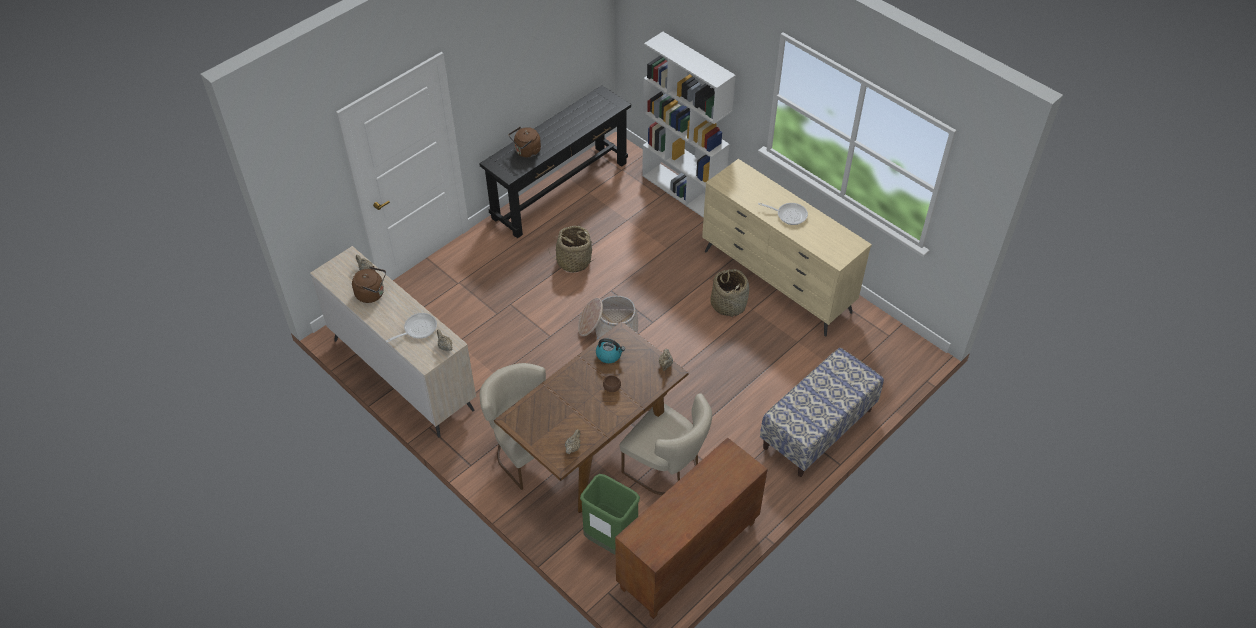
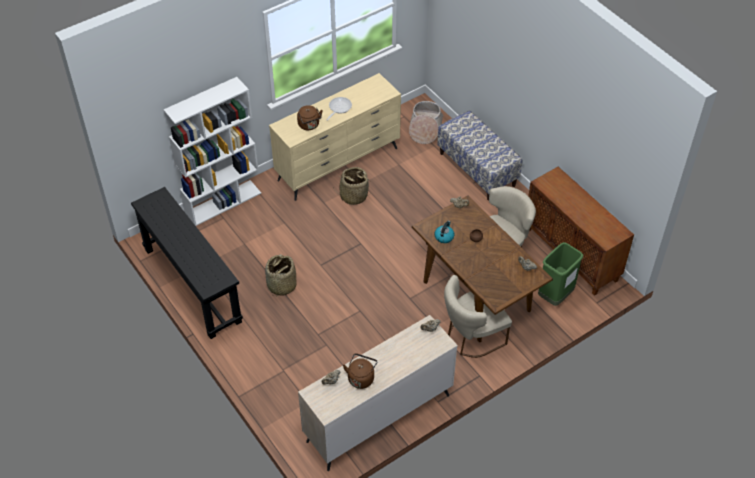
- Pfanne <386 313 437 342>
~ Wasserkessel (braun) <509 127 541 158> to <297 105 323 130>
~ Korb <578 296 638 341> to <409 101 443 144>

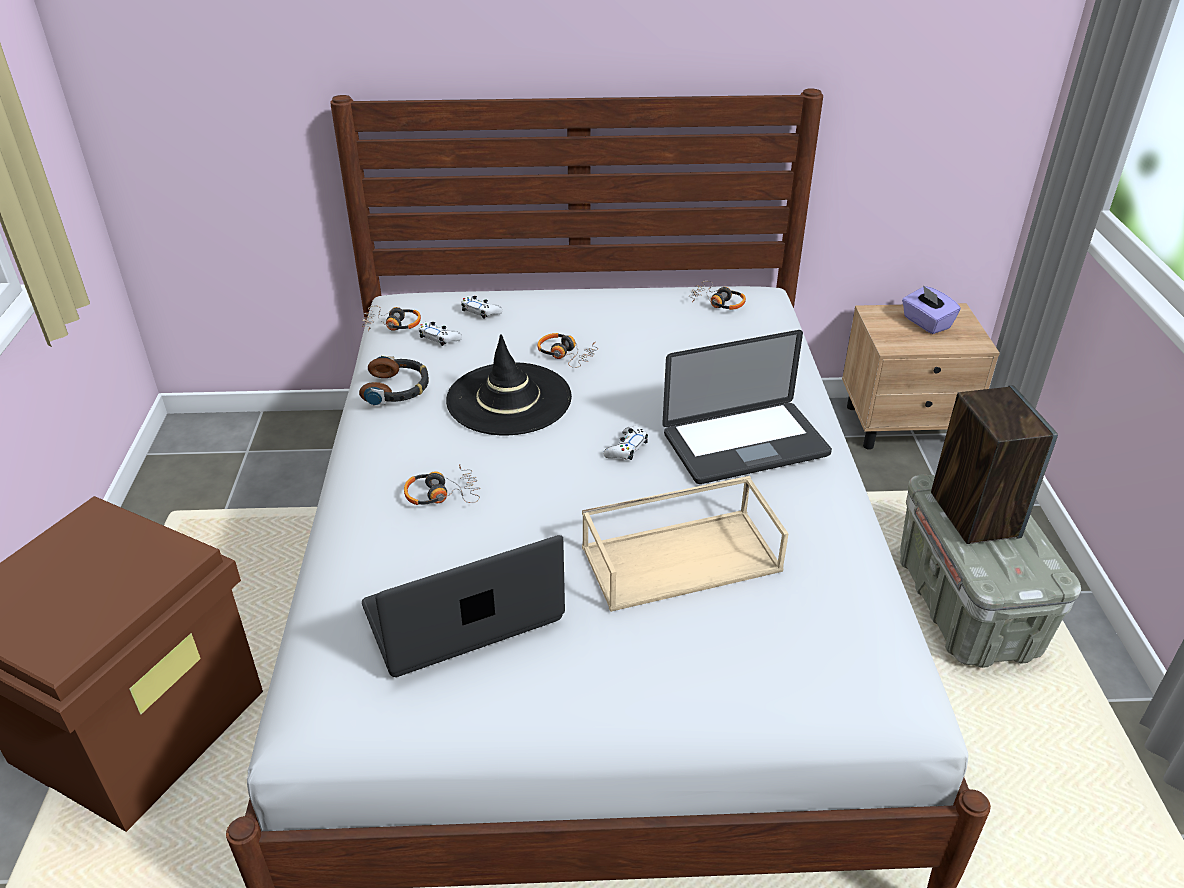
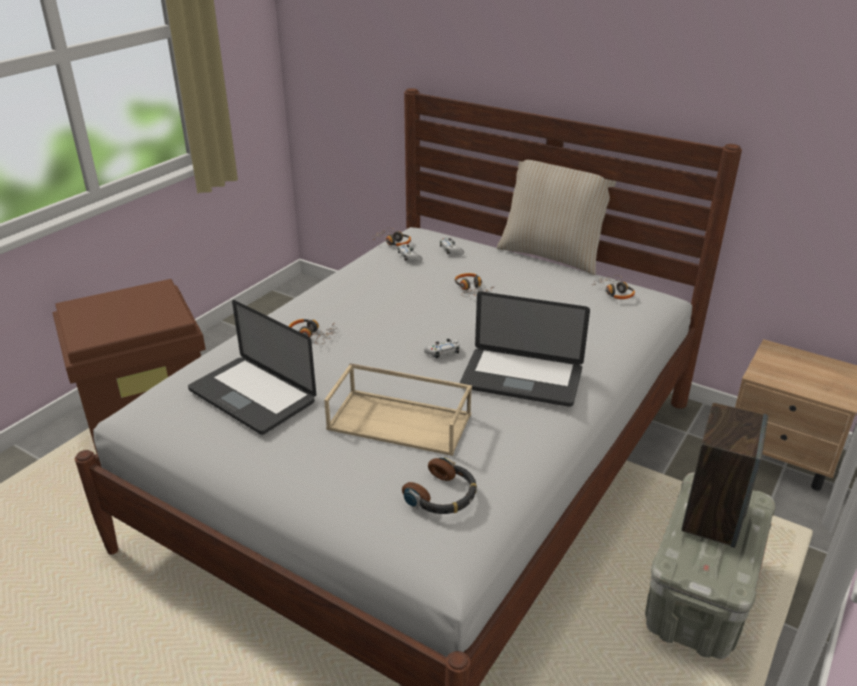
- Hut (schwarz) <446 334 572 436>
- Taschentuchbox (lila) <902 285 961 334>
+ Kissen (beige) <497 160 616 275>
~ Kopfhörer <359 355 429 406> to <402 457 477 514>
~ Laptop <362 535 565 677> = <188 300 316 435> 150 degrees counterclockwise

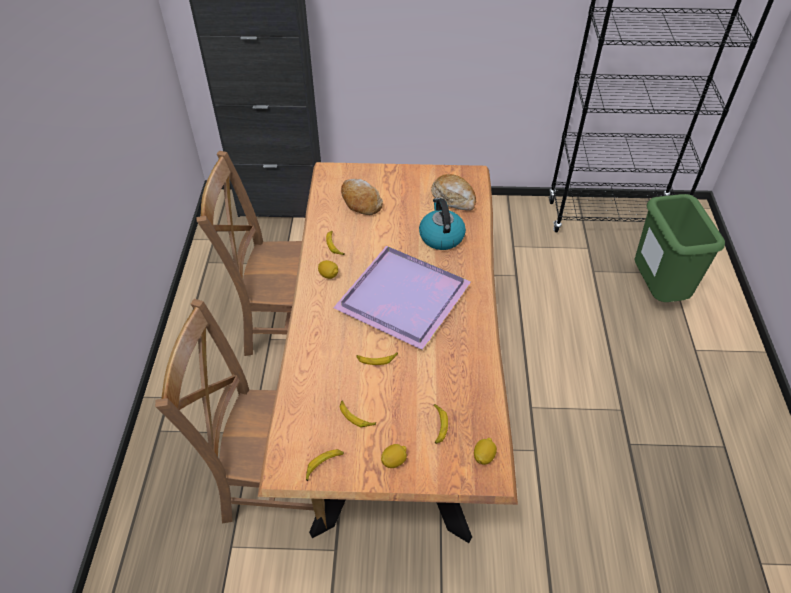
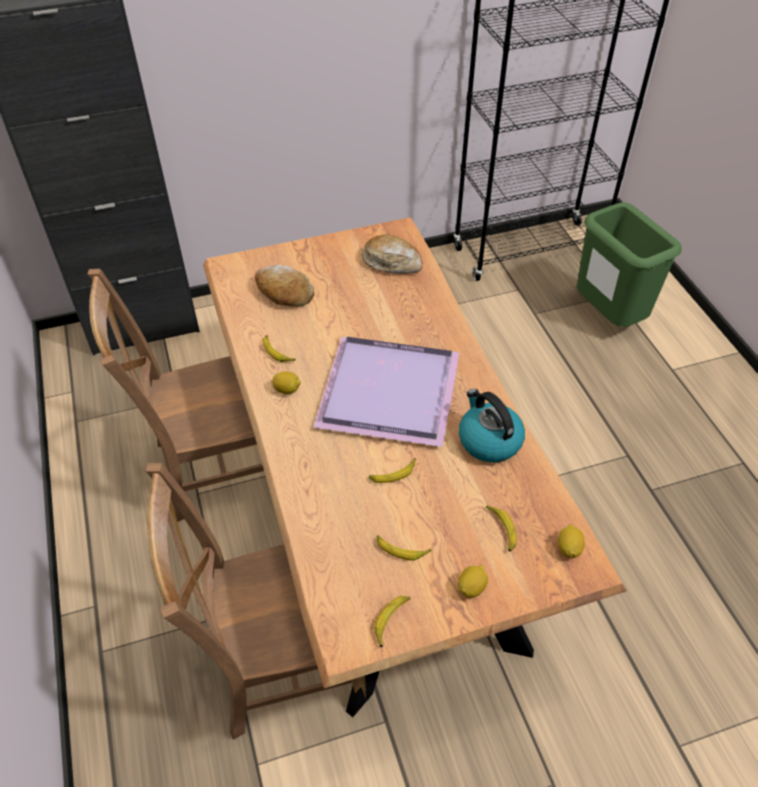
~ Wasserkessel <419 198 466 250> to <459 389 525 463>

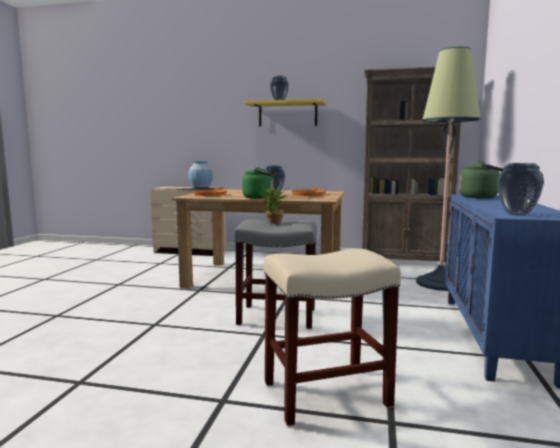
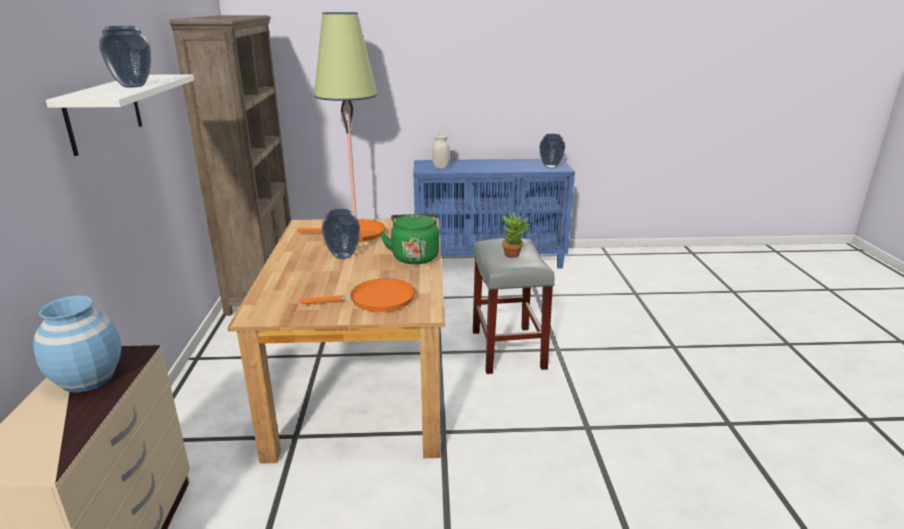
- Hocker (beige) <264 249 401 427>
~ Wasserkessel (grün) <459 161 504 198> to Vorratsglas (weiß) <432 134 450 169>
~ Wandregal (gelb) <244 99 326 126> to Wandregal (weiß) <46 74 194 156>

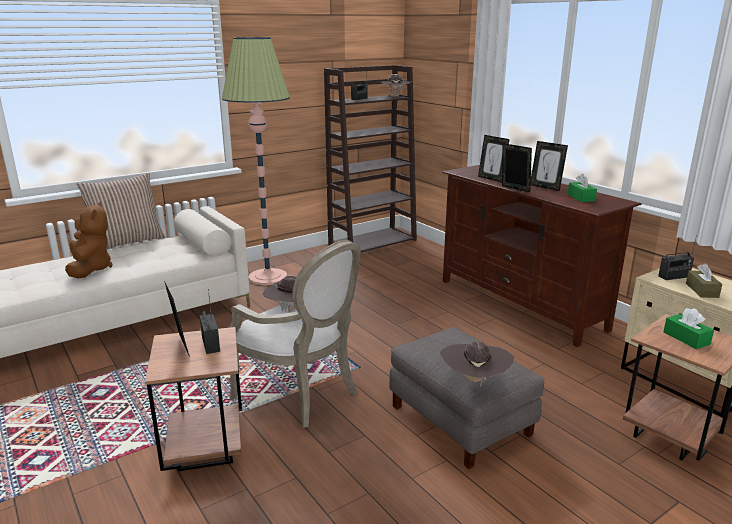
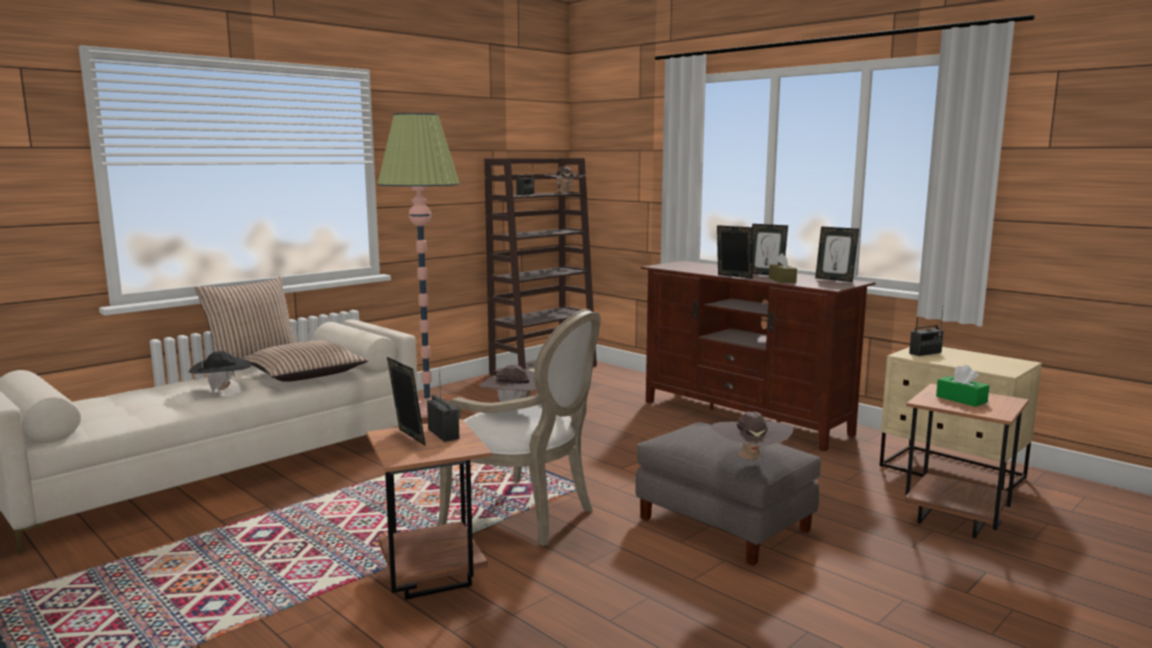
- Taschentuchbox (grün) <568 174 597 202>
+ Kissen <242 340 368 382>
~ Bilderrahmen <478 135 510 182> to <815 226 859 282>
~ Taschentuchbox (braun) <686 263 722 298> to <769 253 797 283>
~ Plüschtier (braun) <65 202 112 278> to Hut (schwarz) <189 351 251 393>

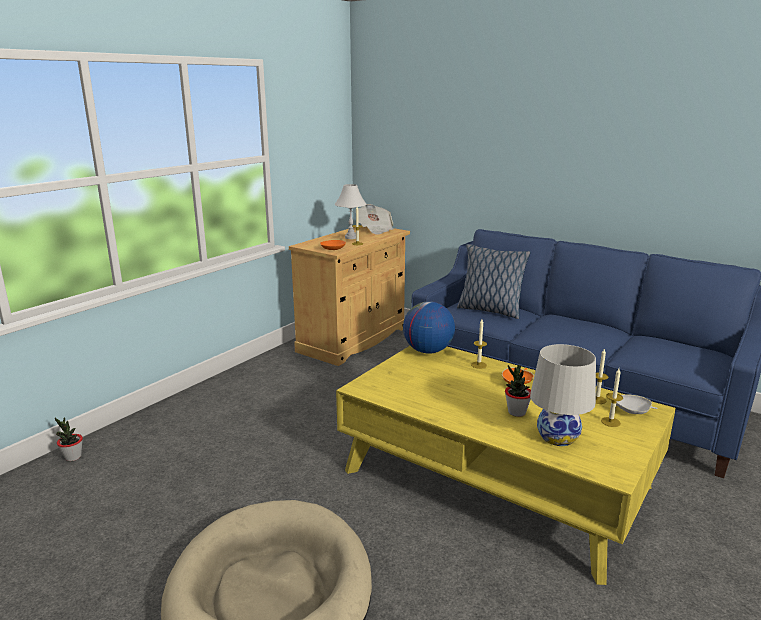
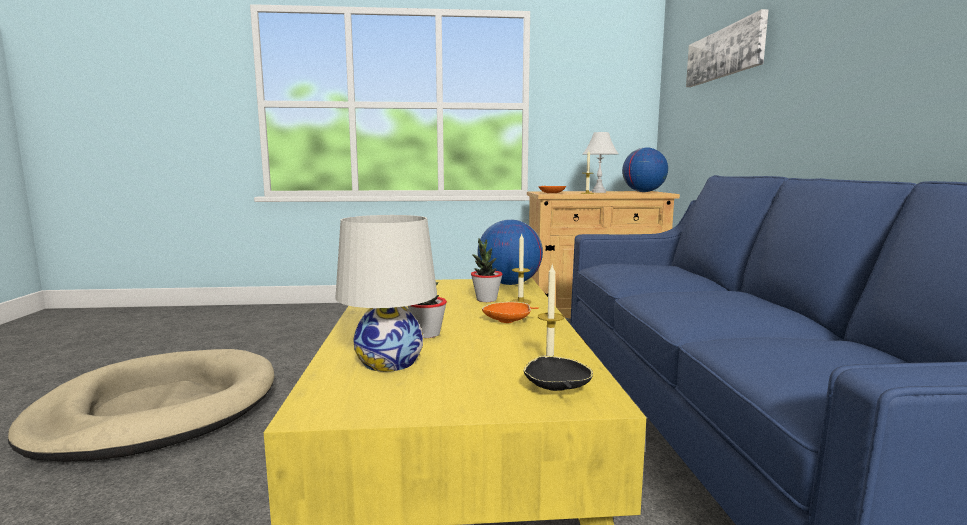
- Kissen <457 244 531 319>
- Kerze <601 368 623 427>
+ Bild <686 9 768 87>
~ Topfpflanze <55 418 83 461> to <471 239 503 302>
~ Zeitung <358 204 394 235> to Globus <622 147 668 192>
~ Schüssel (weiß) <616 394 658 414> to Schüssel (schwarz) <524 356 593 391>

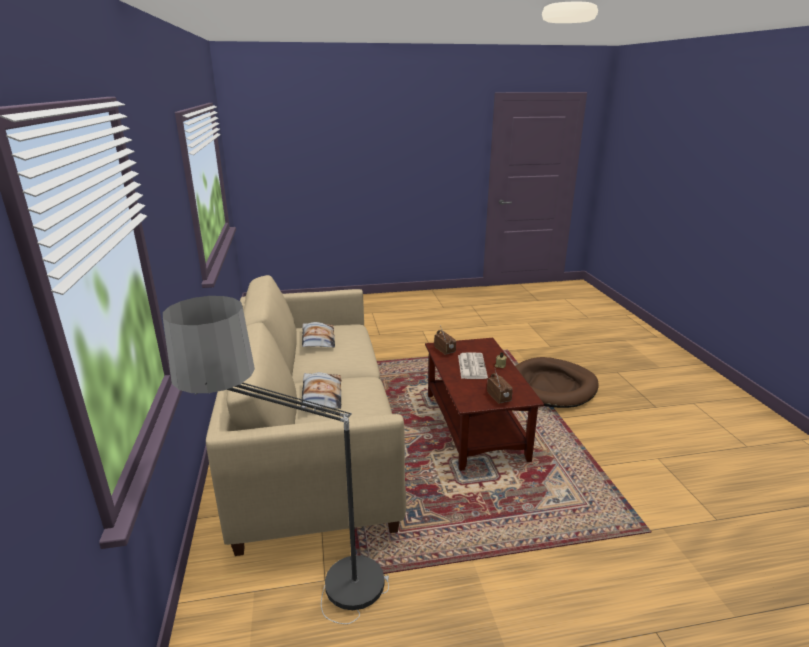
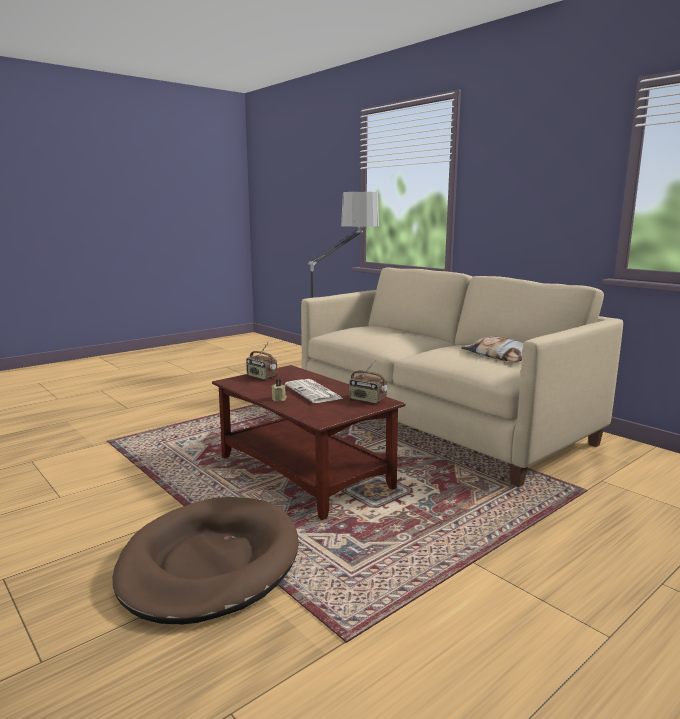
- Kissen <301 372 341 409>

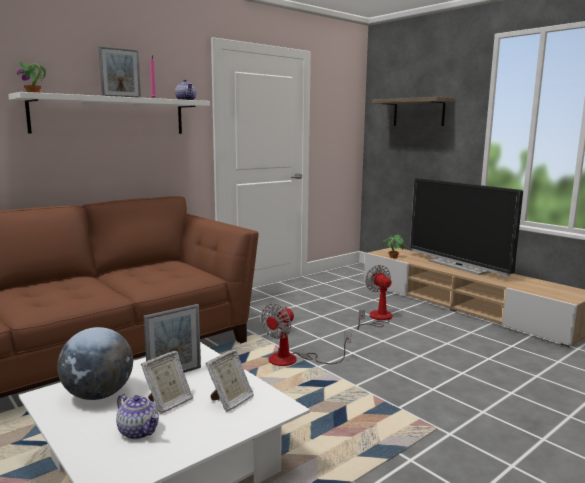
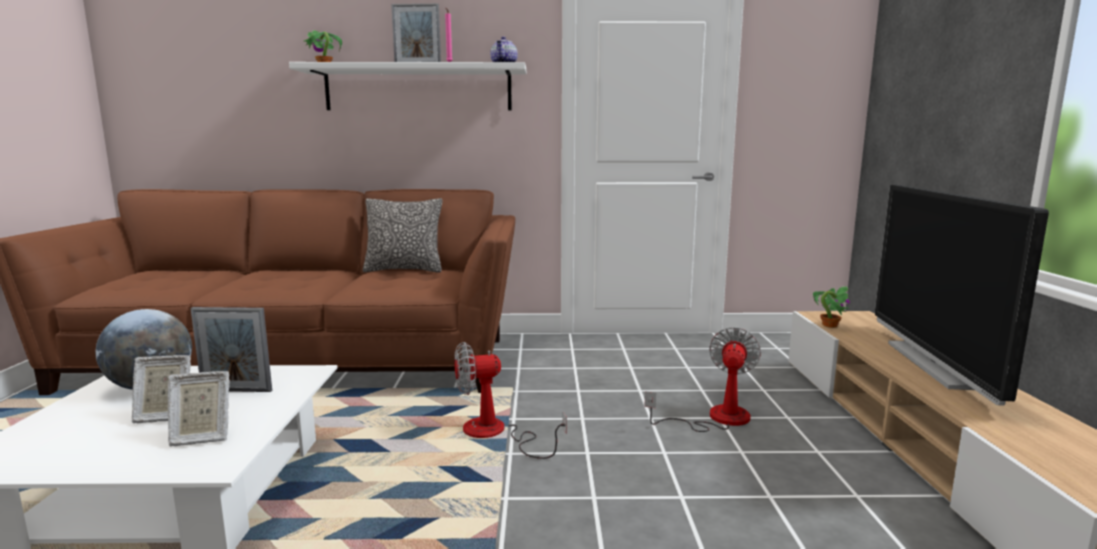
- Teekanne <116 394 159 439>
- Wandregal <372 97 455 126>
+ Kissen <363 198 443 273>

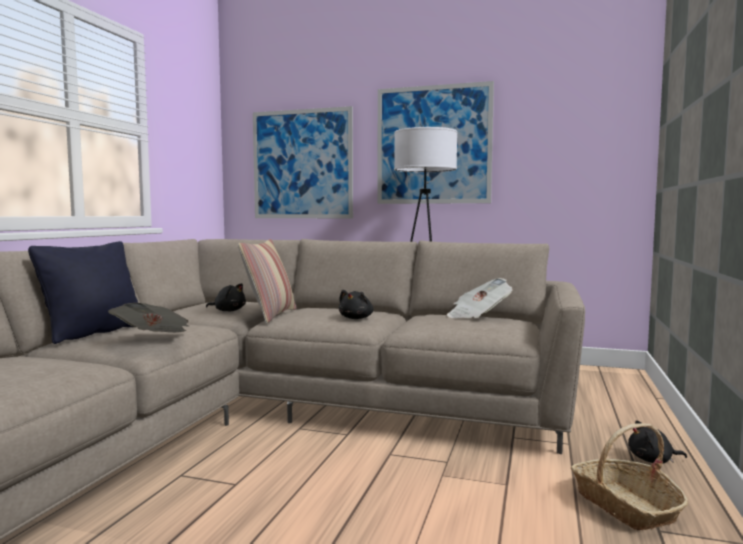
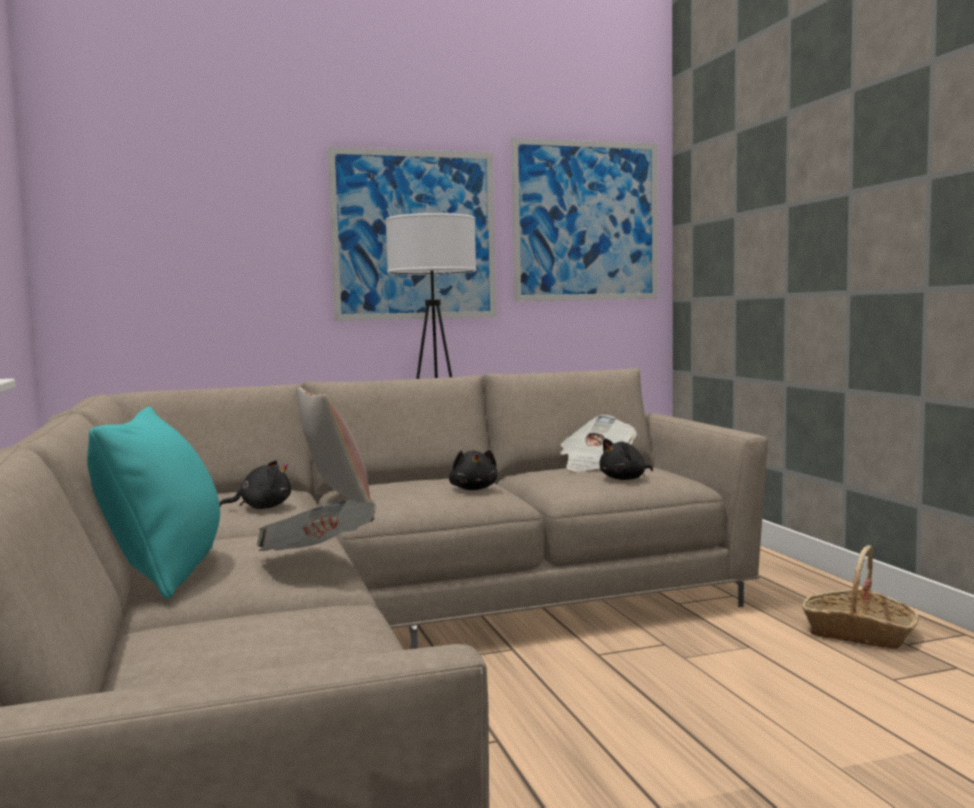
~ Bild <253 106 353 218> to <511 138 658 301>
~ Plüschtier (schwarz) <628 420 687 464> to <599 438 653 480>
~ Kissen (schwarz) <28 241 138 344> to Kissen (türkis) <87 407 220 599>

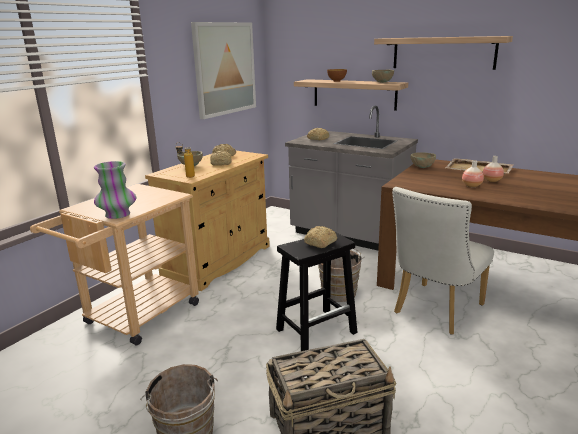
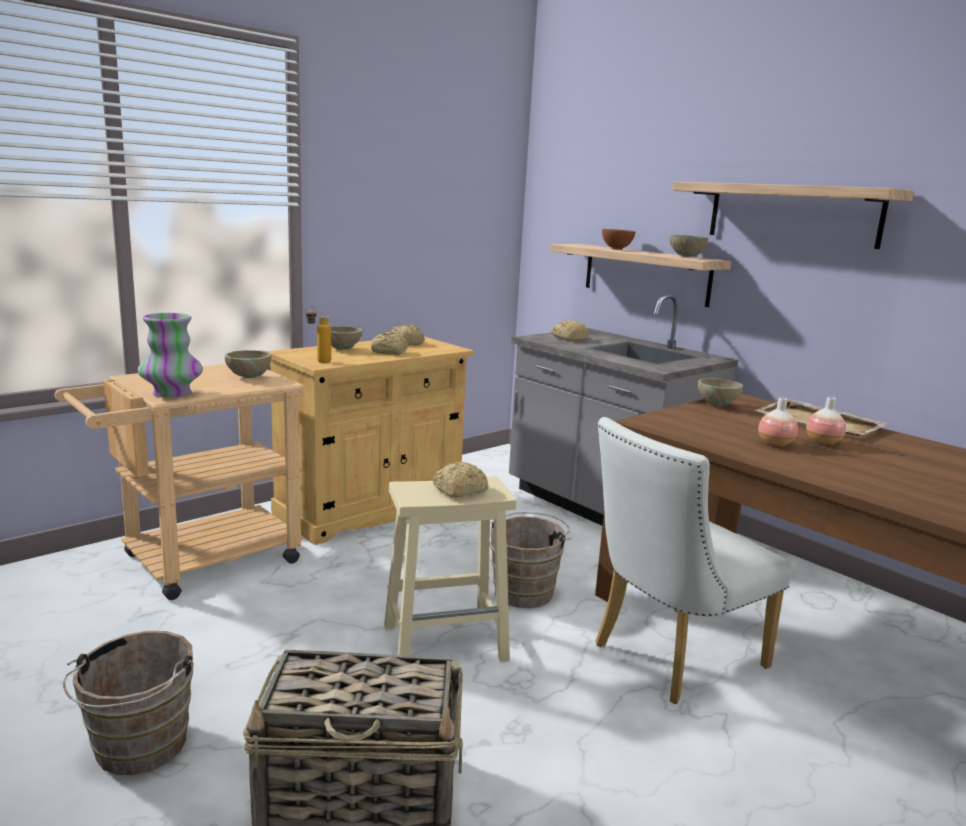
- Bild <191 22 256 119>
+ Schüssel (beige) <225 350 271 378>
~ Hocker (schwarz) <276 232 358 351> to Hocker (beige) <384 476 516 662>

